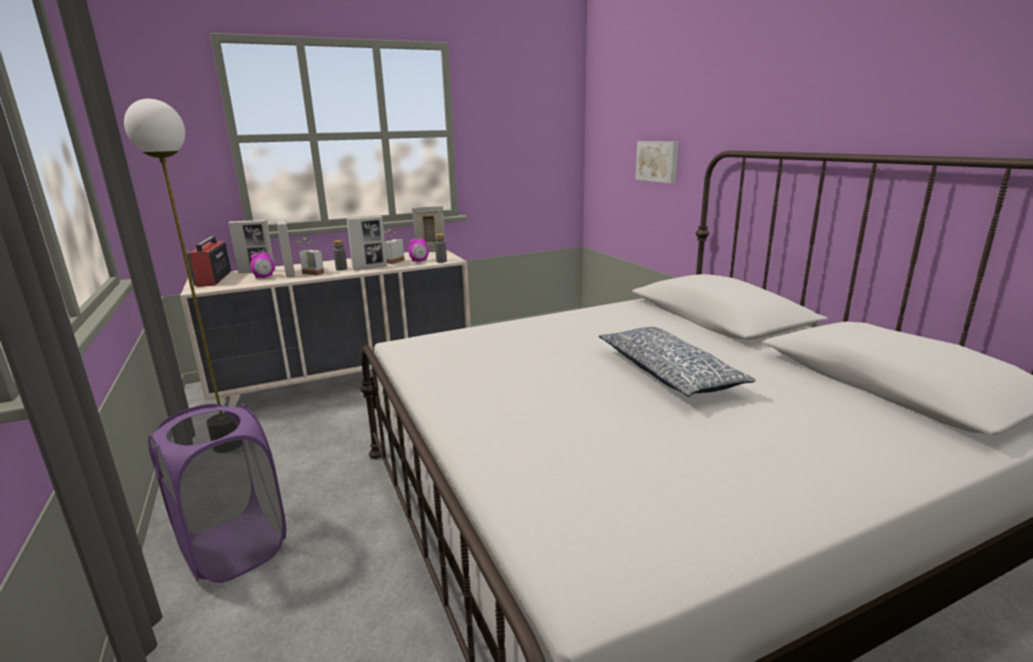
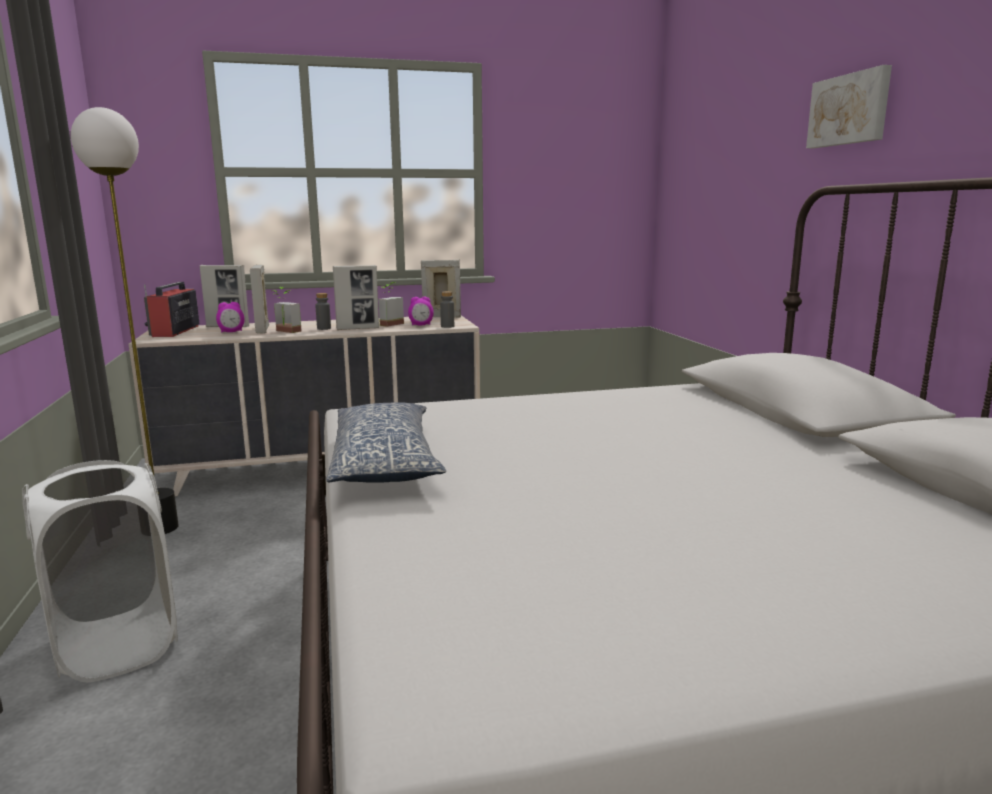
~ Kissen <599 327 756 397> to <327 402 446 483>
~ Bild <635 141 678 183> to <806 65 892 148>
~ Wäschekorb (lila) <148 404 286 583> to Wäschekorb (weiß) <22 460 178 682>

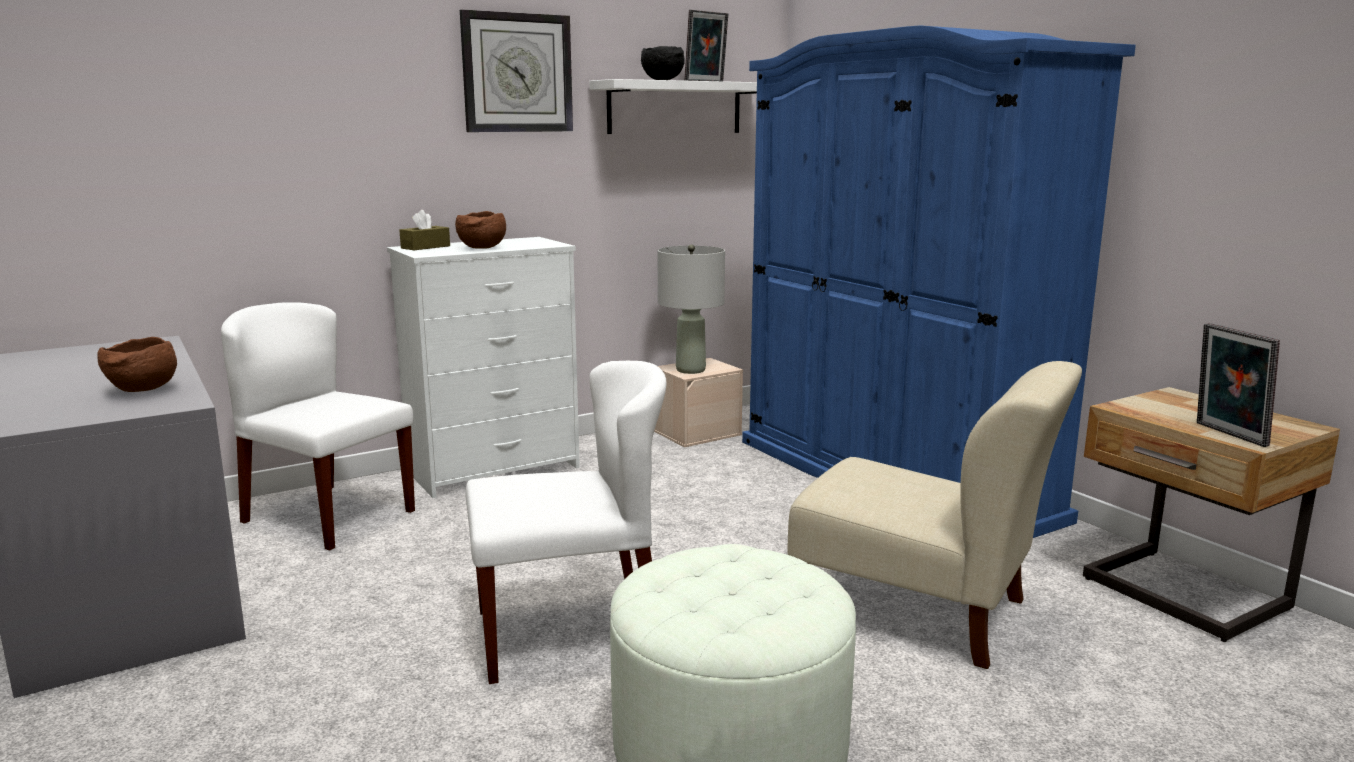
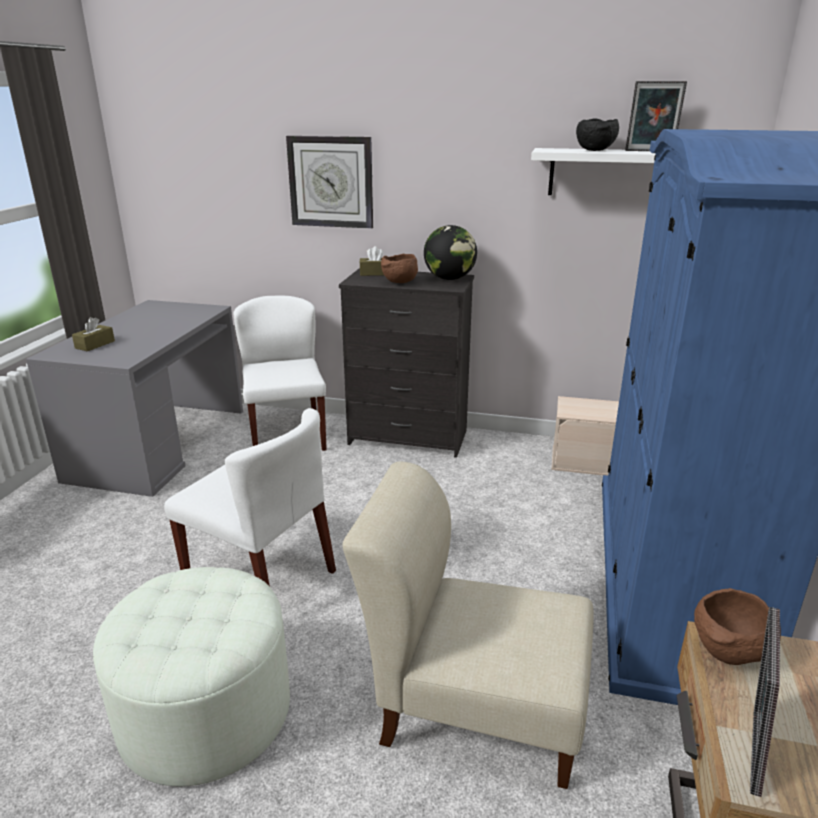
- Tischlampe (grau) <658 245 725 374>
+ Taschentuchbox (braun) <72 317 115 351>
+ Globus <424 225 477 280>
~ Schüssel (braun) <97 337 177 392> to <694 588 781 665>
~ Wanduhr <460 9 573 132> to <286 136 373 229>
~ Kommode (weiß) <387 237 580 498> to Kommode (schwarz) <339 268 474 458>
~ Stuhl (beige) <788 361 1082 669> = <342 462 594 789> 120 degrees clockwise

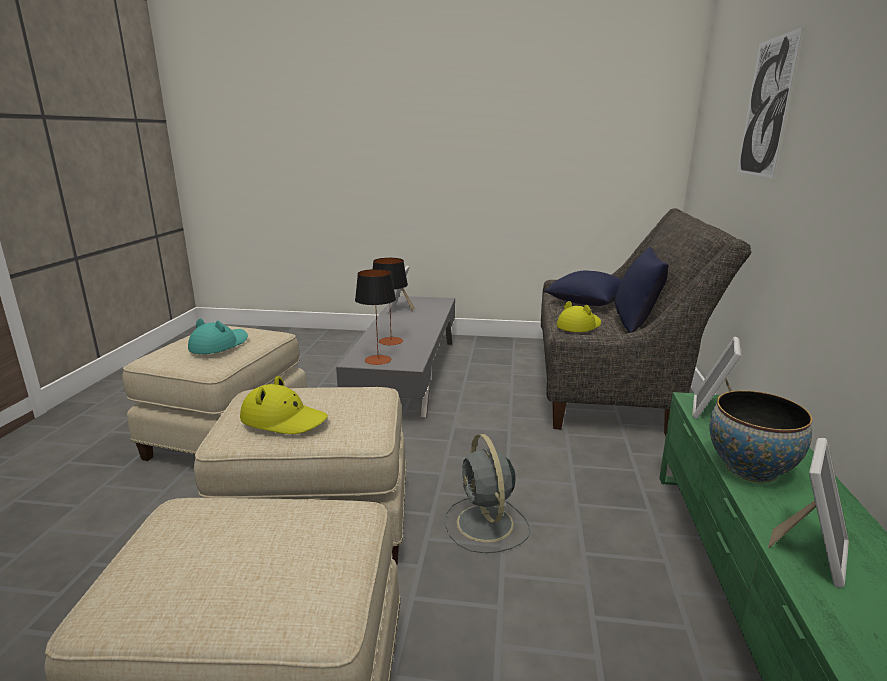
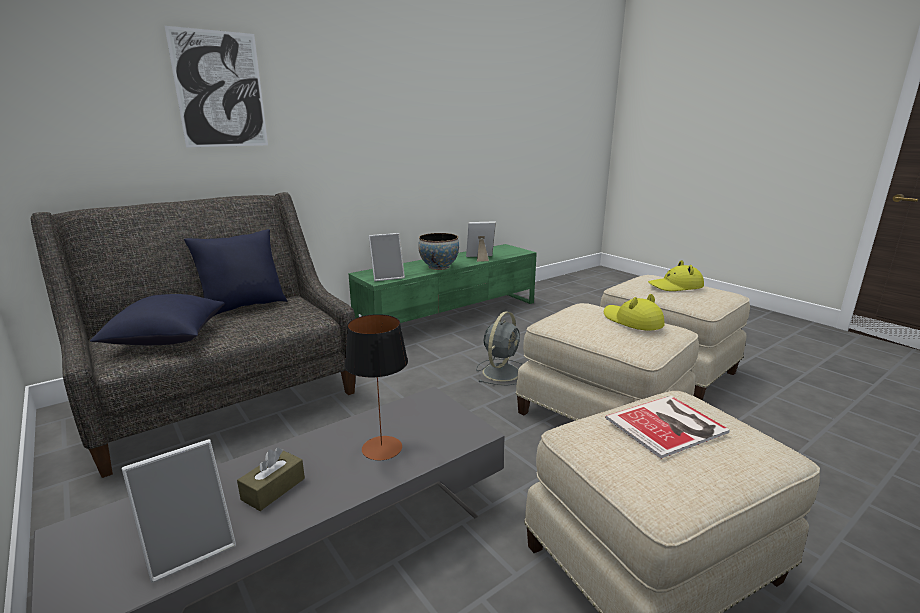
- Tischlampe <355 269 396 365>
+ Taschentuchbox (braun) <237 447 305 511>
~ Hut (gelb) <557 301 601 332> to <648 260 704 291>
~ Hut (türkis) <188 318 248 354> to Buch <605 396 730 459>

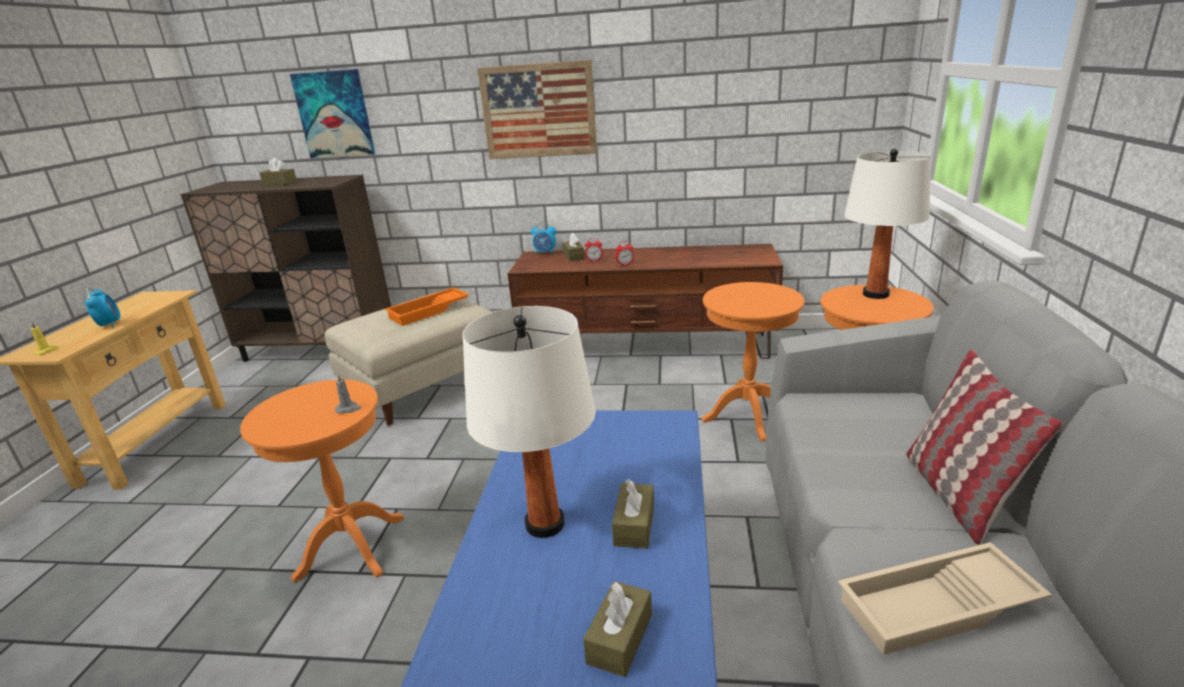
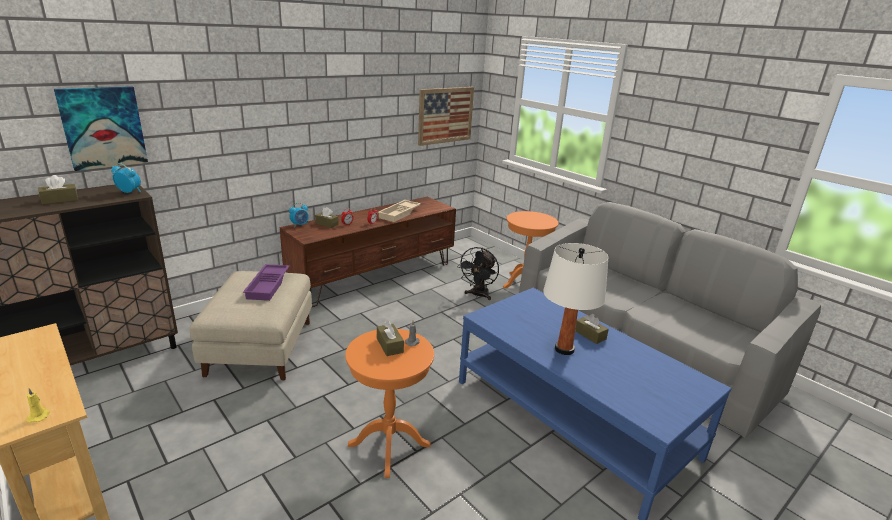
- Tischlampe (weiß) <844 149 932 299>
- Kissen <906 350 1063 545>
~ Wecker <85 288 121 328> to <111 163 141 193>
~ Bild <477 59 597 159> to <418 87 474 146>
~ Taschentuchbox (braun) <583 581 652 677> to <377 321 404 356>
~ Tablett (beige) <838 542 1052 655> to <378 200 421 222>
~ Beistelltisch (orange) <702 282 805 441> to Ventilator (schwarz) <457 247 499 300>
~ Tablett (orange) <385 287 469 326> to Tablett (lila) <243 264 290 301>

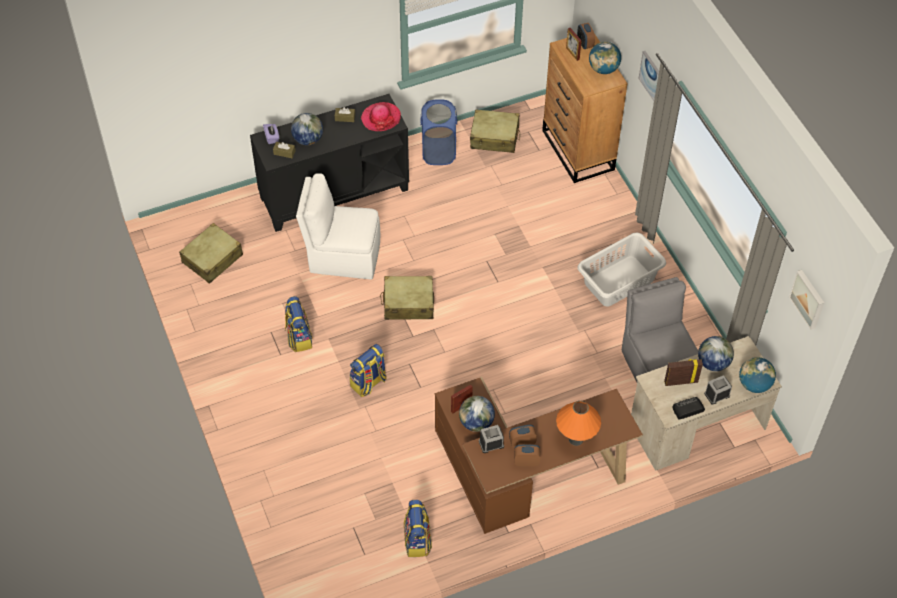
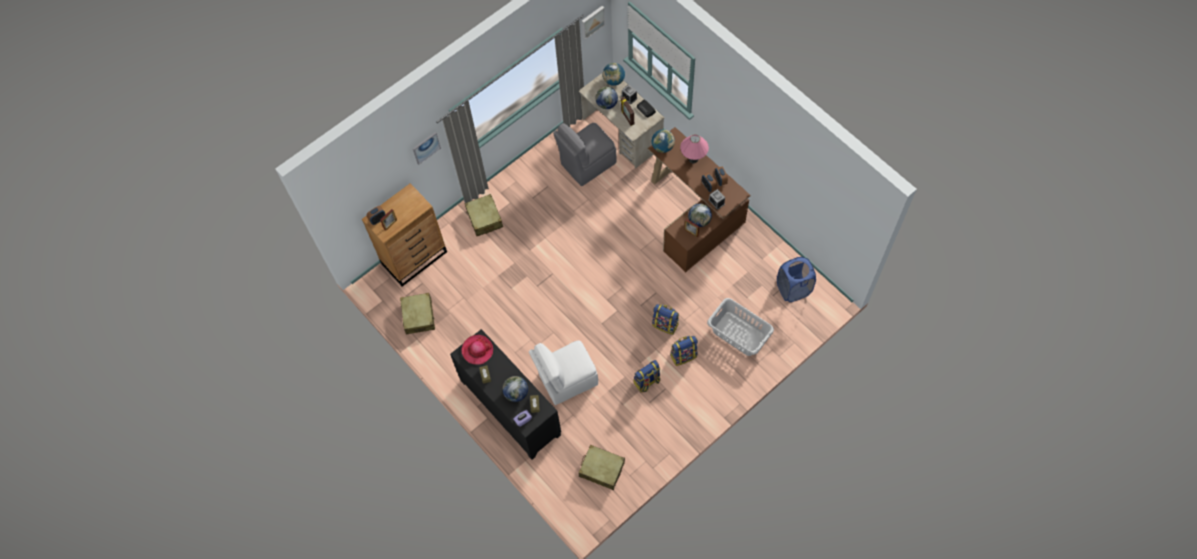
~ Koffer (beige) <380 276 434 320> to <465 194 503 236>
~ Rucksack <404 500 432 557> to <670 336 698 366>
~ Wäschekorb (blau) <420 99 457 165> to <777 257 816 302>
~ Wäschekorb (grau) <577 233 666 307> to <707 298 774 356>
~ Globus <589 42 621 74> to <652 129 675 153>
~ Tischlampe (orange) <556 401 601 446> to Tischlampe (rosa) <680 134 709 163>
~ Stuhl (weiß) <296 173 380 280> = <529 340 598 405> 75 degrees clockwise

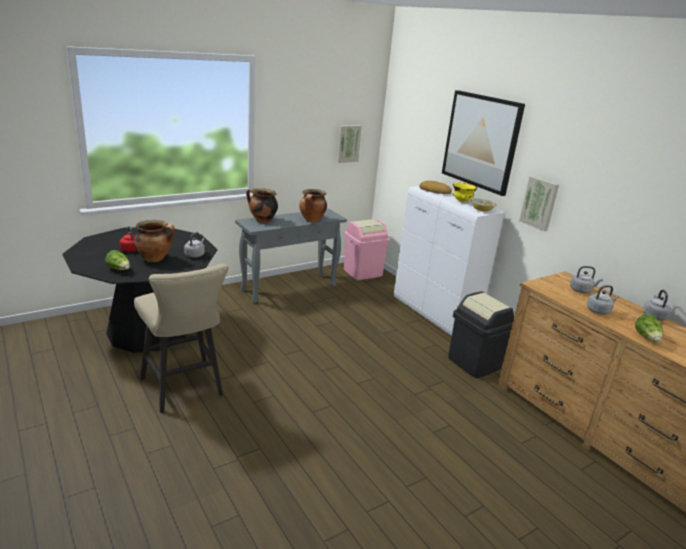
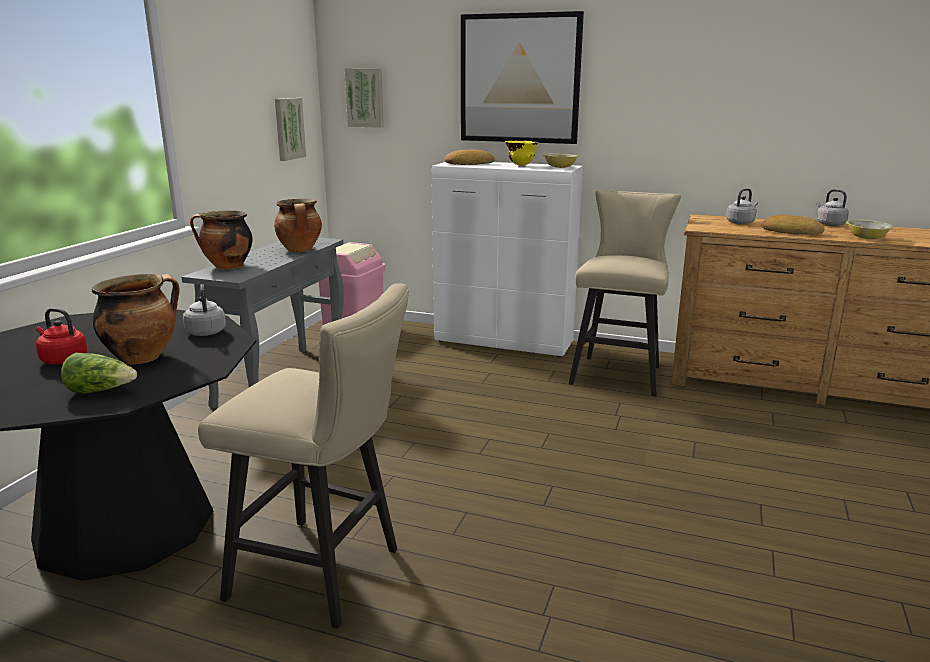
~ Bild <519 176 559 231> to <345 68 384 128>
~ Mülleimer (schwarz) <448 291 514 378> to Hocker (beige) <568 190 681 396>
~ Wasserkessel (grau) <587 285 619 315> to Brot <761 215 825 235>
~ Salatkopf <635 314 663 342> to Schüssel <846 219 893 239>

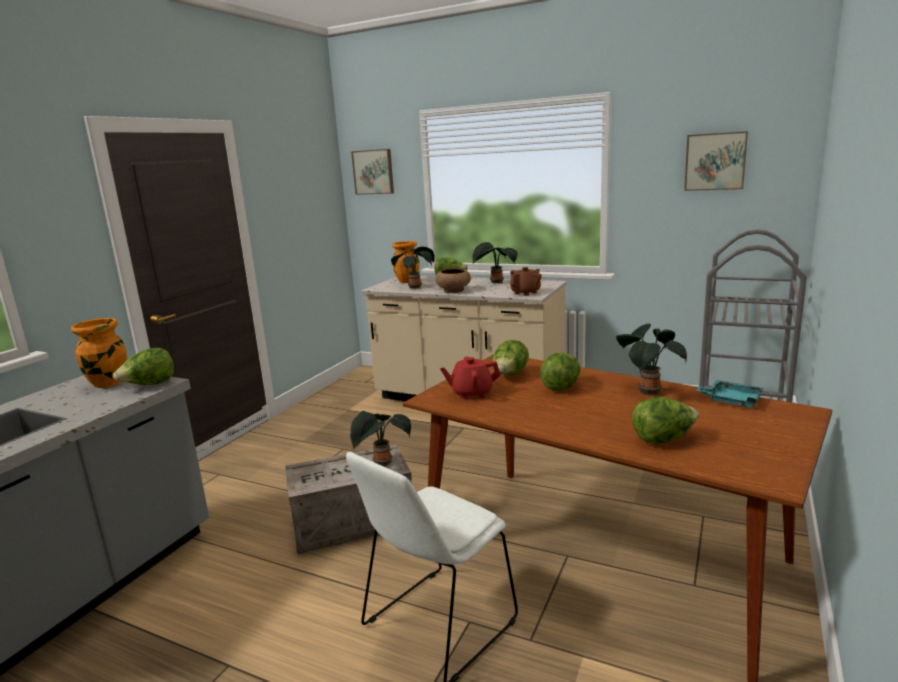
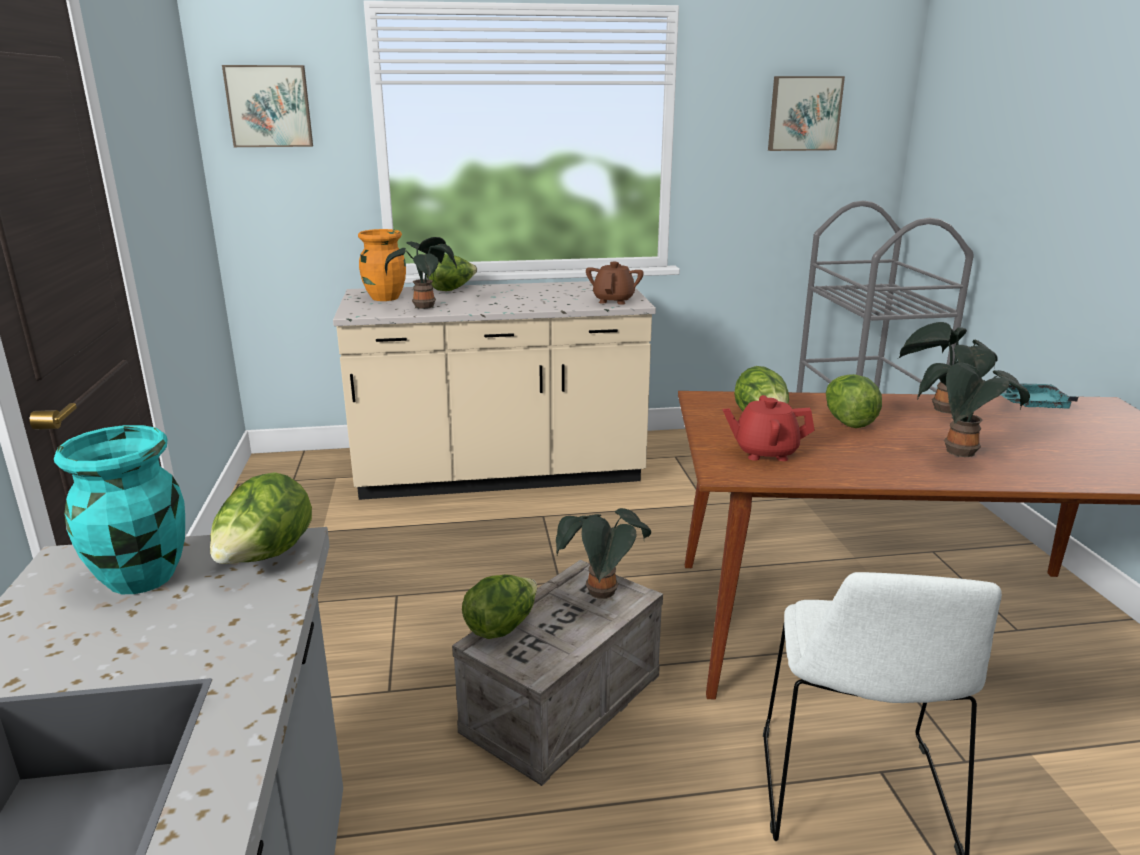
- Schüssel (braun) <435 268 471 293>
~ Topfpflanze <472 242 518 283> to <917 362 1030 457>
~ Salatkopf <632 396 699 444> to <462 575 537 639>
~ Vase (orange) <71 318 127 388> to Vase (türkis) <54 425 185 594>
~ Teekanne (rot) <440 356 501 400> = <723 395 815 461> 45 degrees clockwise

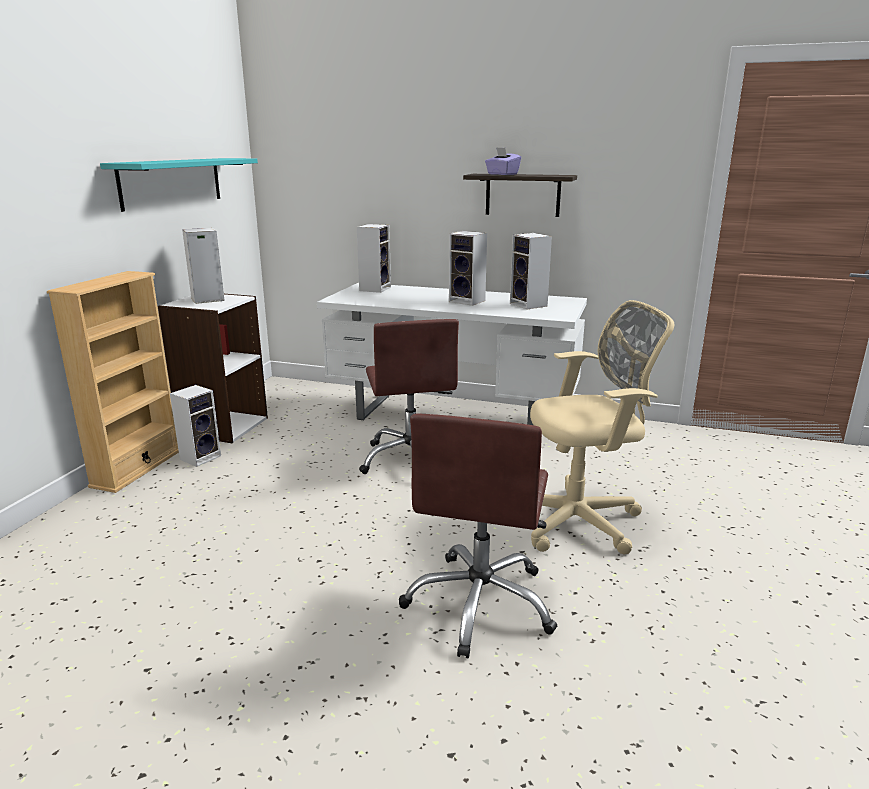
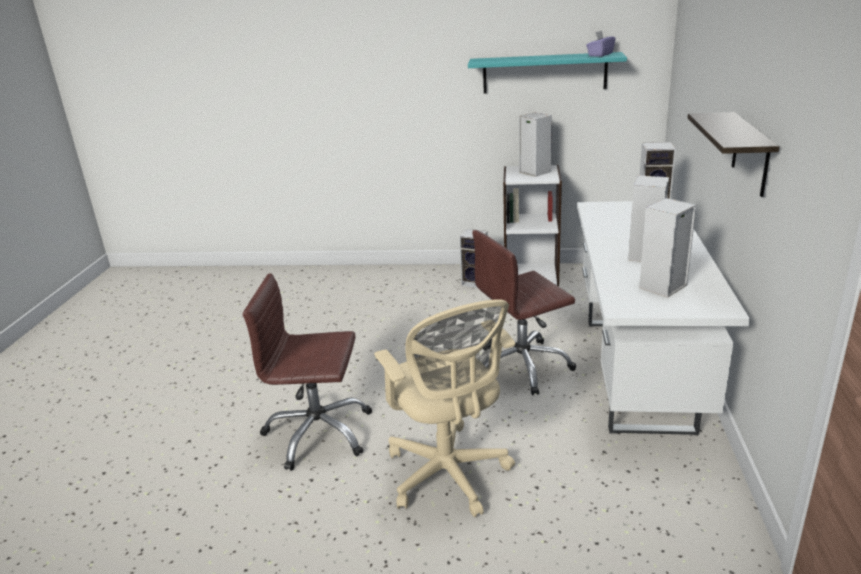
- Bücherregal (beige) <47 271 179 493>
~ Taschentuchbox (lila) <485 147 521 175> to <586 31 616 57>

